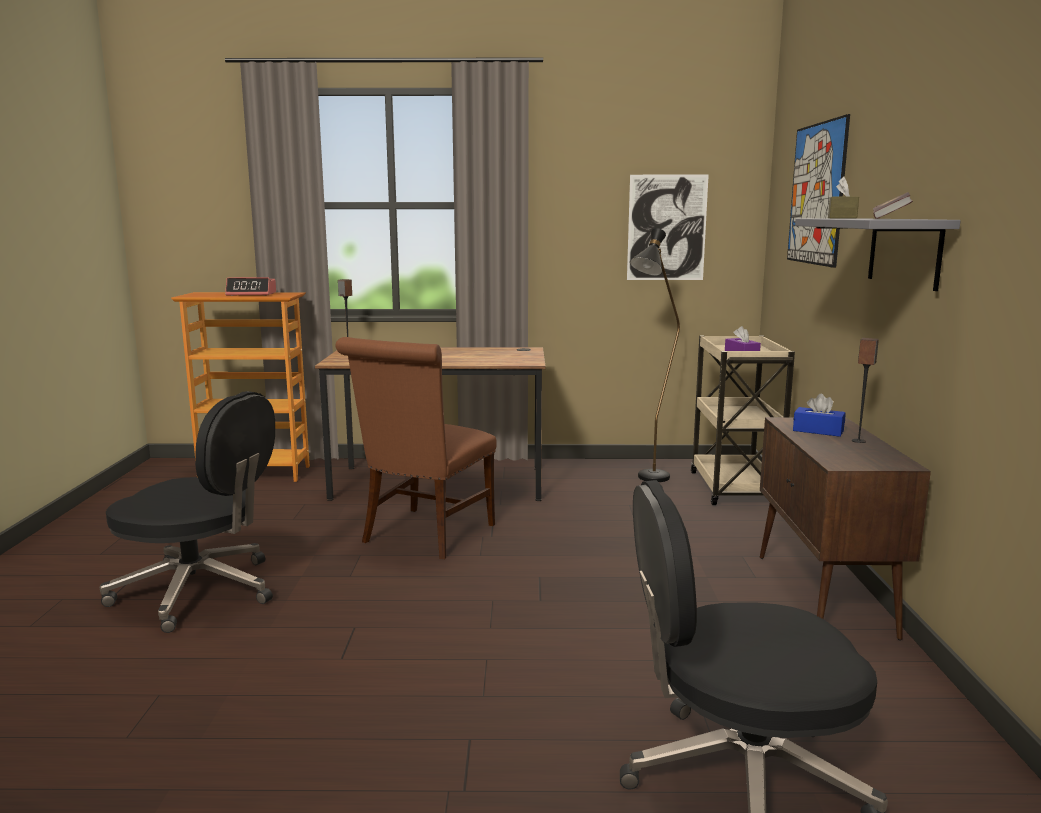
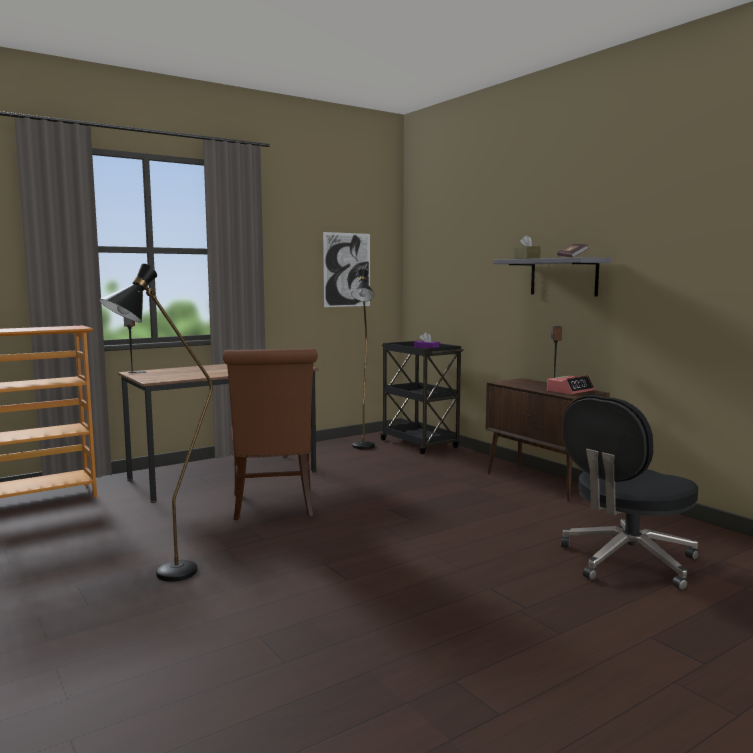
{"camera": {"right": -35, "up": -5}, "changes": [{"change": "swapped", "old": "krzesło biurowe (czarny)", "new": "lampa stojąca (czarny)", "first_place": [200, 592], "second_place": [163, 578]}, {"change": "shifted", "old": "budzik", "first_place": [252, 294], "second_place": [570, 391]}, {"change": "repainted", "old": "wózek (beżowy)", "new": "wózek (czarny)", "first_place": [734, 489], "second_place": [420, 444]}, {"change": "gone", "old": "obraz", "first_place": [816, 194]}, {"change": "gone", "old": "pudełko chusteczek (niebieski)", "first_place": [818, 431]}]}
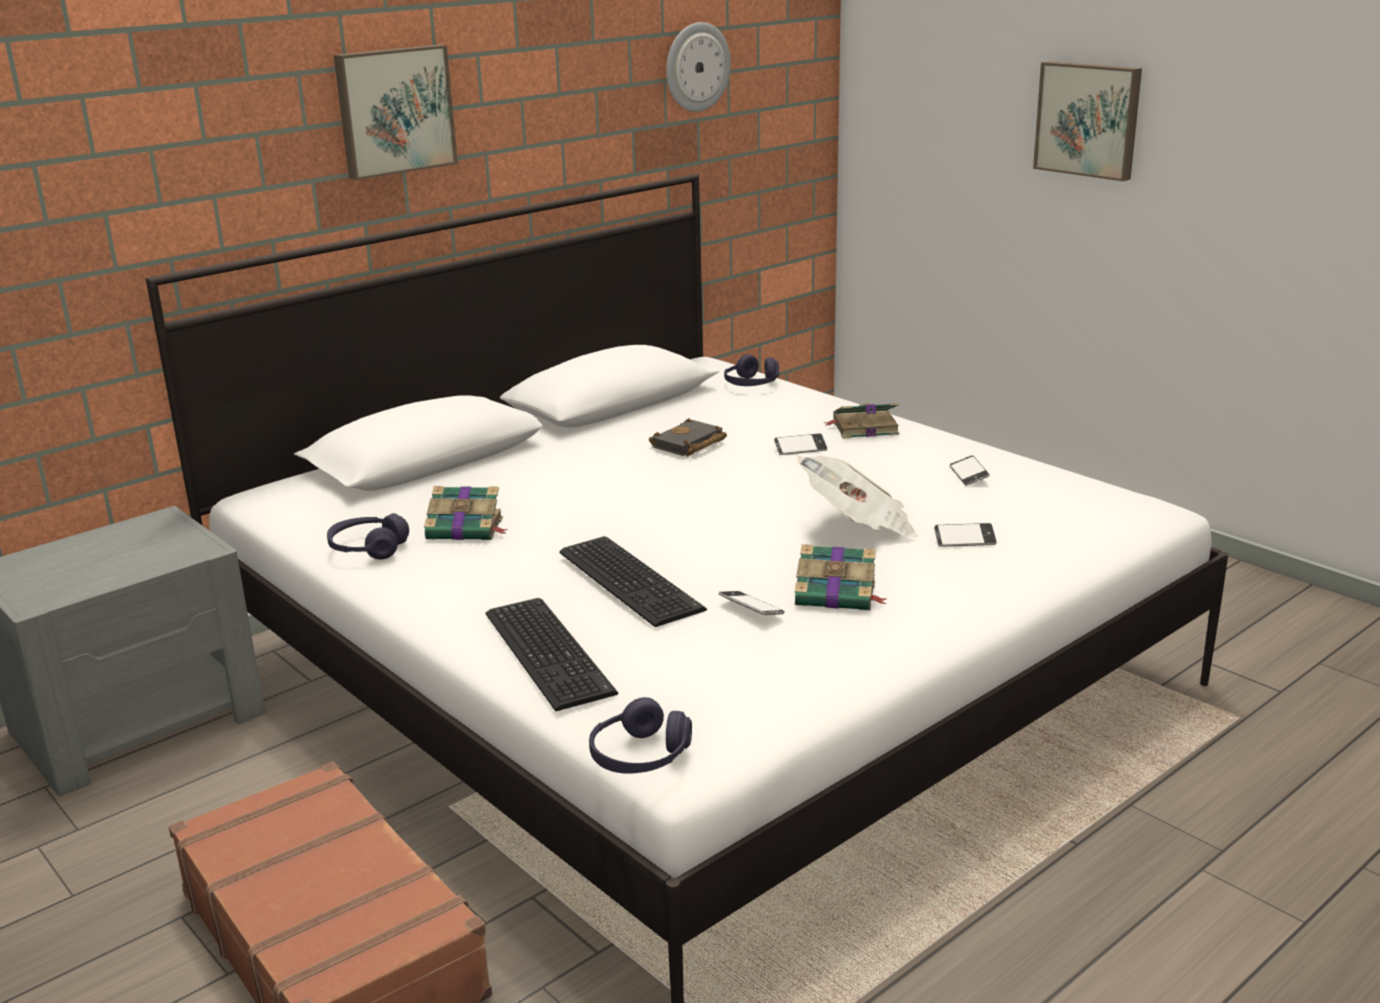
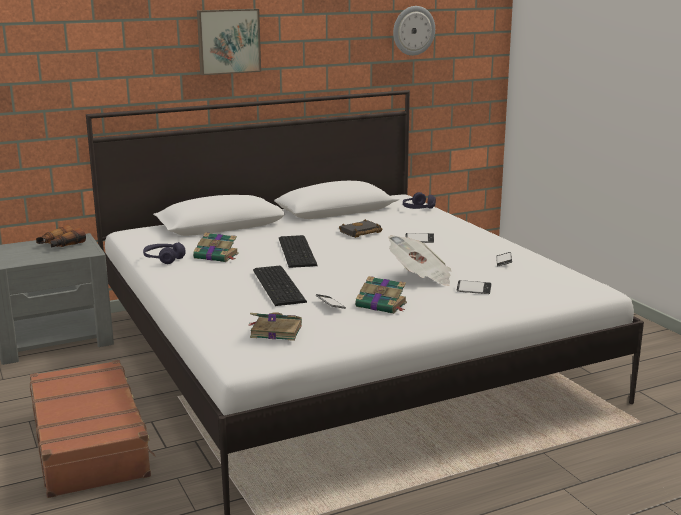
{"camera": {"right": 15, "up": -5}, "changes": [{"change": "shifted", "old": "klawiatura", "first_place": [551, 650], "second_place": [298, 251]}, {"change": "gone", "old": "słuchawki (fioletowy)", "first_place": [640, 756]}, {"change": "shifted", "old": "książka", "first_place": [863, 428], "second_place": [275, 331]}, {"change": "gone", "old": "obraz", "first_place": [1089, 119]}, {"change": "new", "new": "lornetka", "second_place": [60, 245]}]}
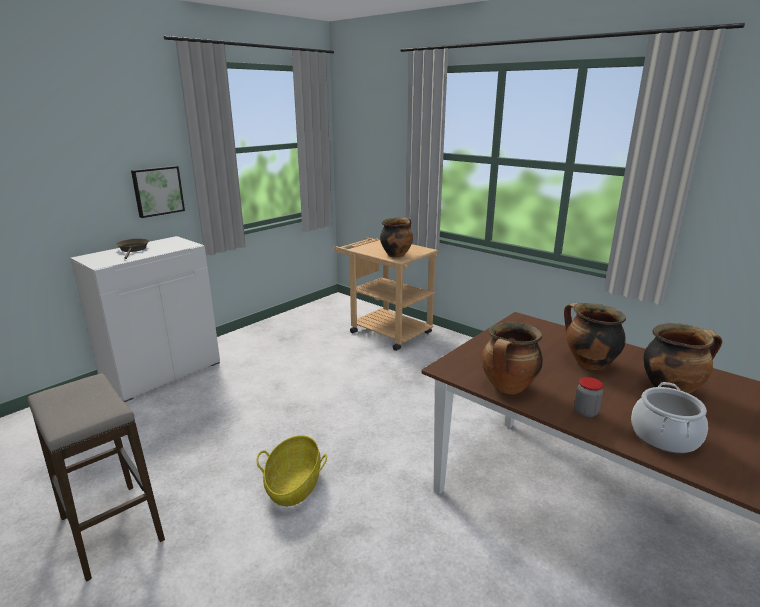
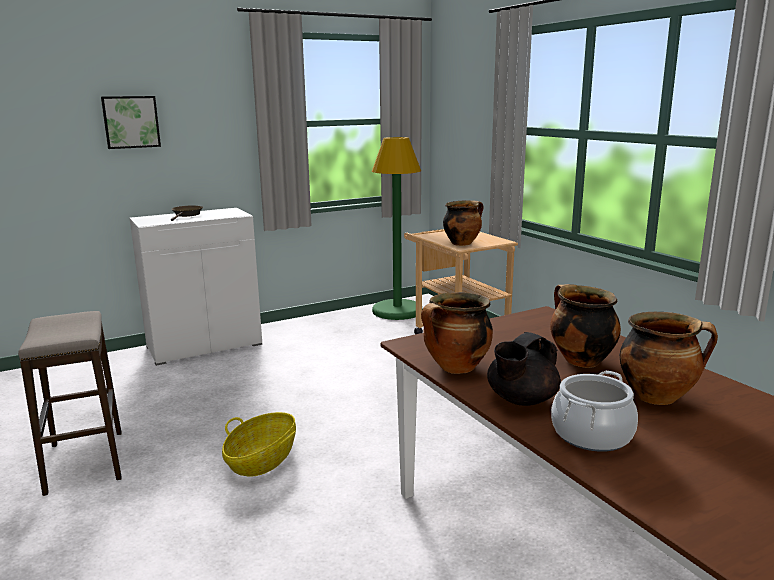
{"camera": {"right": 20, "up": -5}, "changes": [{"change": "shifted", "old": "obraz", "first_place": [157, 191], "second_place": [131, 122]}, {"change": "swapped", "old": "słoik", "new": "imbryk (czarny)", "first_place": [585, 412], "second_place": [521, 400]}, {"change": "new", "new": "lampa stojąca (zielony)", "second_place": [397, 311]}]}
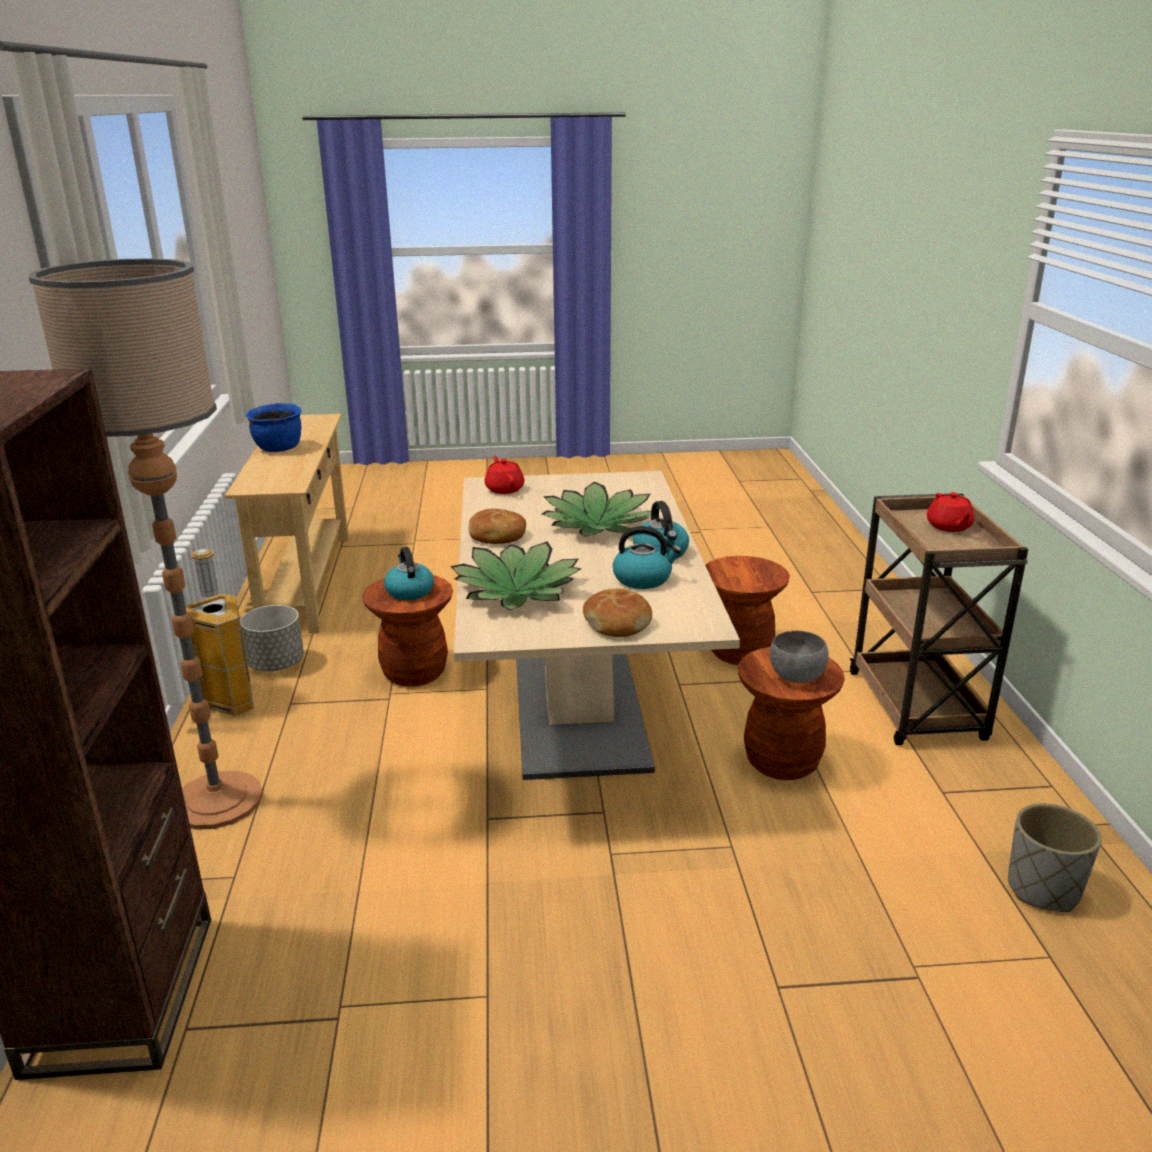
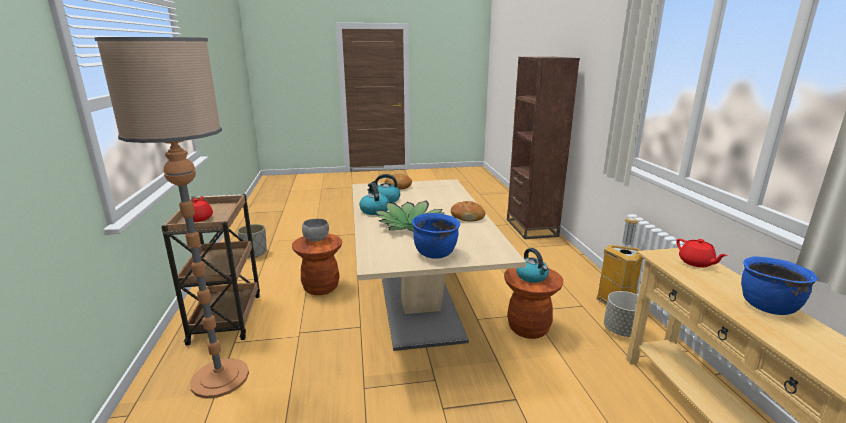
{"camera": {"right": 175, "up": -5}, "changes": [{"change": "shifted", "old": "lampa stojąca", "first_place": [217, 800], "second_place": [220, 378]}, {"change": "gone", "old": "roślina doniczkowa", "first_place": [517, 591]}, {"change": "shifted", "old": "imbryk (czerwony)", "first_place": [504, 489], "second_place": [696, 263]}, {"change": "gone", "old": "stołek (brązowy)", "first_place": [739, 652]}, {"change": "new", "new": "garnek (niebieski)", "second_place": [435, 253]}]}
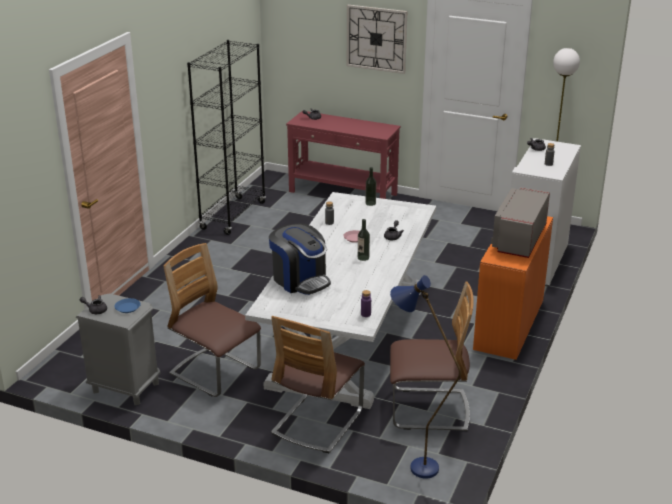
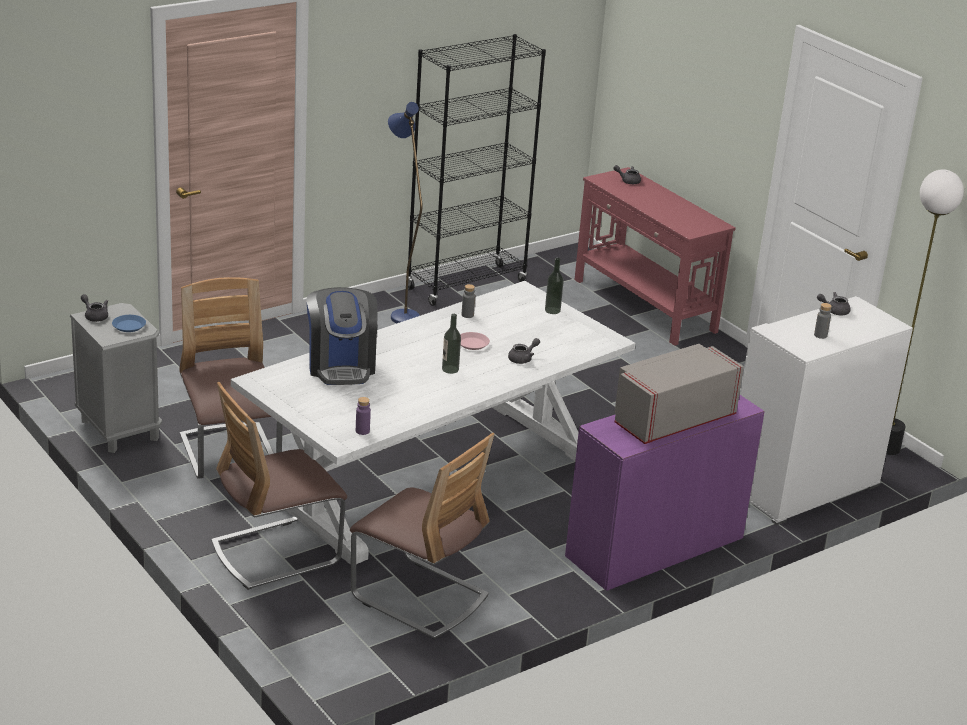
{"camera": {"right": 30, "up": 0}, "changes": [{"change": "gone", "old": "zegar ścienny", "first_place": [376, 38]}, {"change": "shifted", "old": "lampa stojąca (niebieski)", "first_place": [414, 464], "second_place": [400, 313]}, {"change": "repainted", "old": "biurko (pomarańczowy)", "new": "biurko (fioletowy)", "first_place": [508, 324], "second_place": [653, 546]}]}
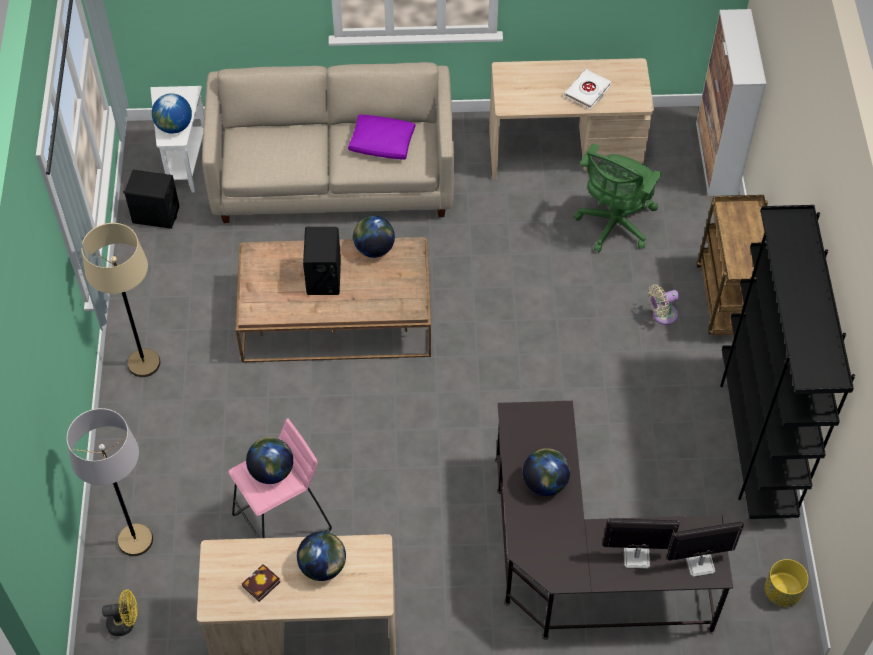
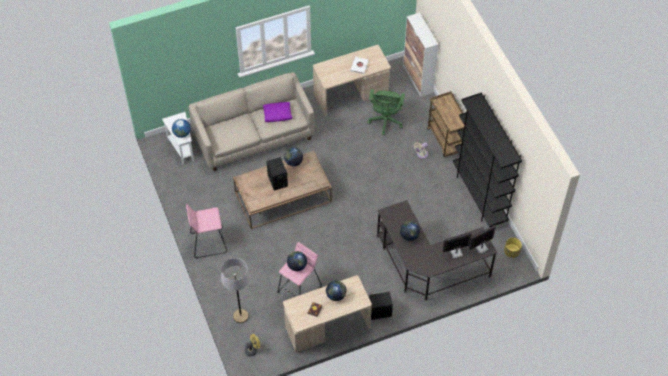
{"camera": {"right": -20, "up": 0}, "changes": [{"change": "swapped", "old": "lampa stojąca (beżowy)", "new": "stołek (różowy)", "first_place": [144, 363], "second_place": [208, 242]}, {"change": "shifted", "old": "głośnik (czarny)", "first_place": [155, 215], "second_place": [379, 312]}]}
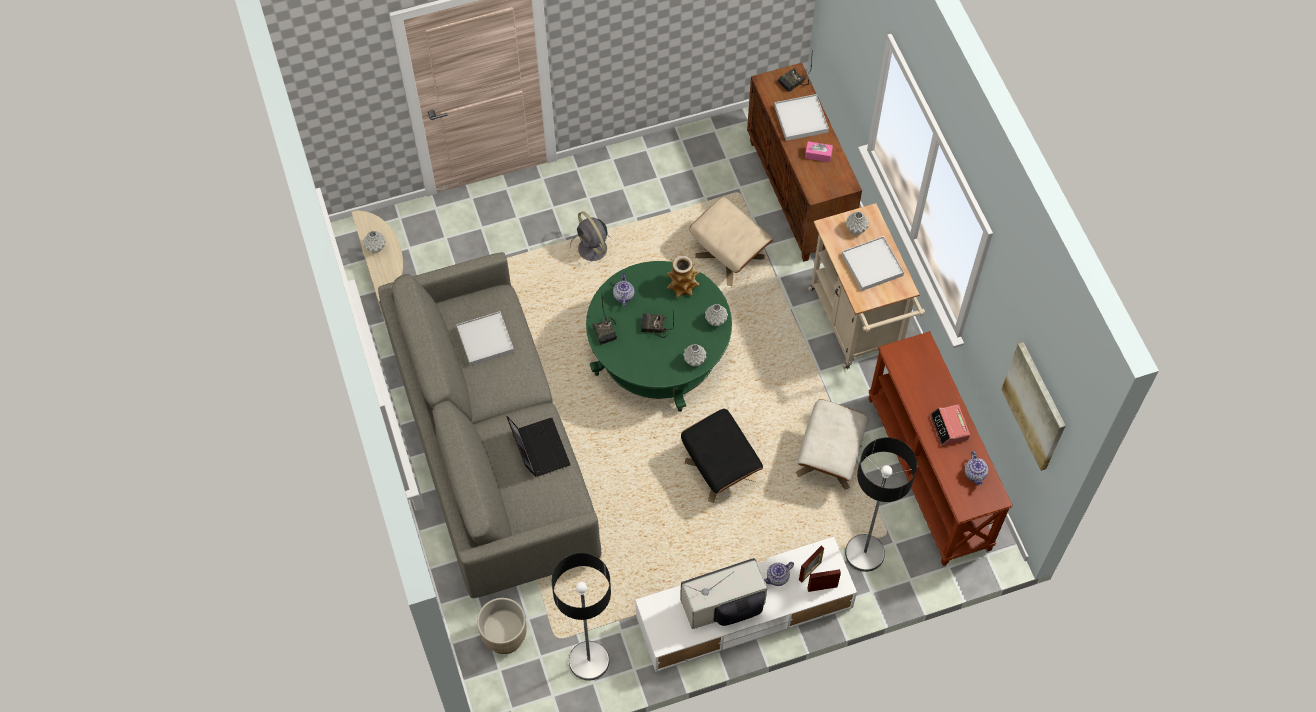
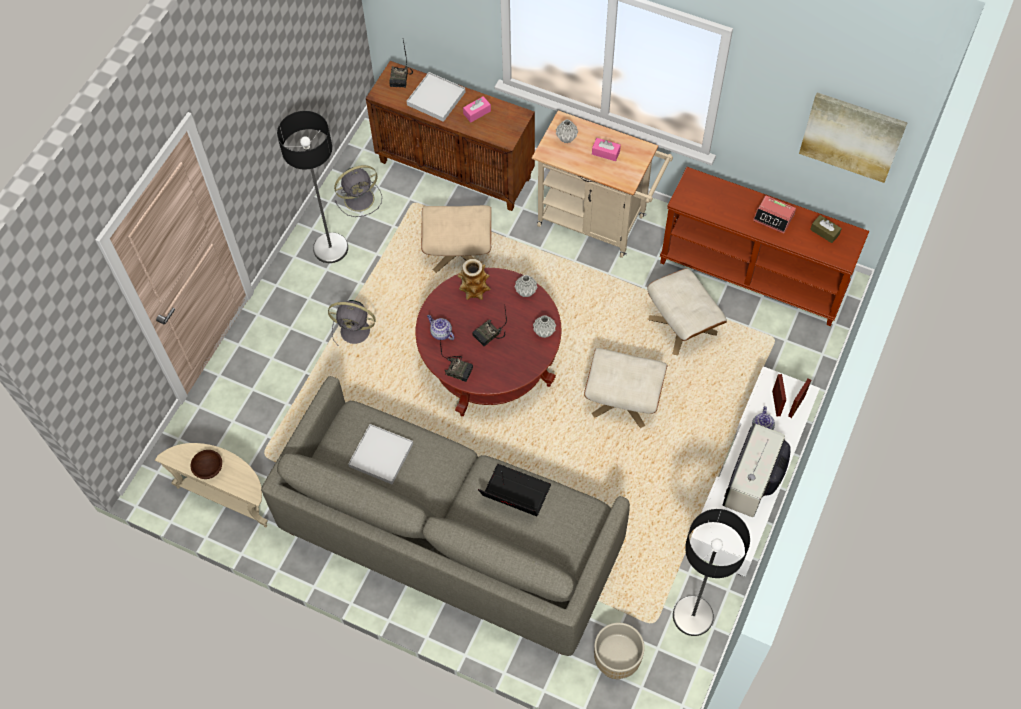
{"camera": {"right": -45, "up": 0}, "changes": [{"change": "swapped", "old": "wazon (szary)", "new": "miska (brązowy)", "first_place": [376, 247], "second_place": [208, 468]}, {"change": "repainted", "old": "ława (zielony)", "new": "ława (czerwony)", "first_place": [658, 355], "second_place": [490, 362]}, {"change": "repainted", "old": "pufa (czarny)", "new": "pufa (beżowy)", "first_place": [721, 470], "second_place": [623, 399]}, {"change": "swapped", "old": "taca (biały)", "new": "pudełko chusteczek (różowy)", "first_place": [872, 265], "second_place": [605, 153]}, {"change": "shifted", "old": "lampa stojąca", "first_place": [864, 552], "second_place": [330, 248]}, {"change": "swapped", "old": "imbryk", "new": "pudełko chusteczek (brązowy)", "first_place": [975, 474], "second_place": [824, 232]}, {"change": "new", "new": "wentylator (szary)", "second_place": [360, 198]}]}
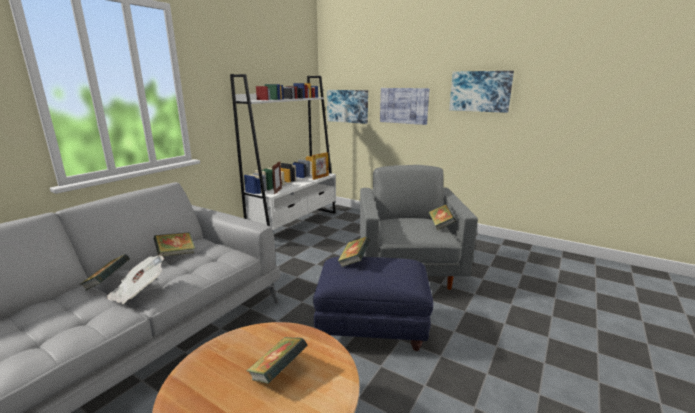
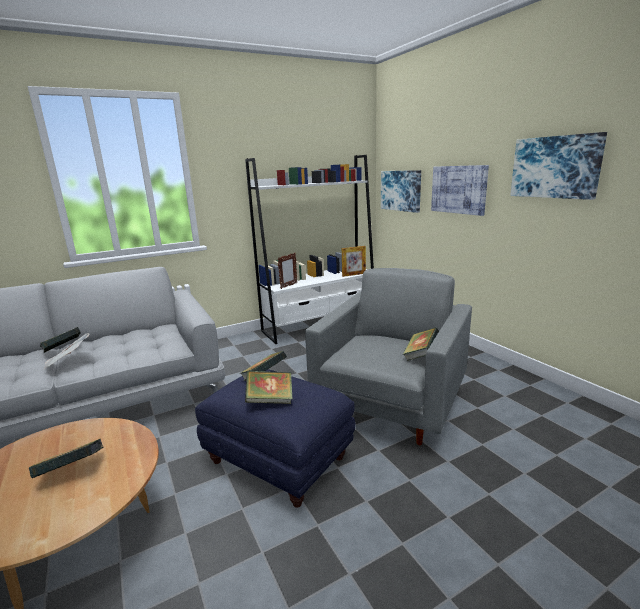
{"camera": {"right": 30, "up": 0}, "changes": [{"change": "shifted", "old": "książka", "first_place": [176, 254], "second_place": [270, 400]}]}
